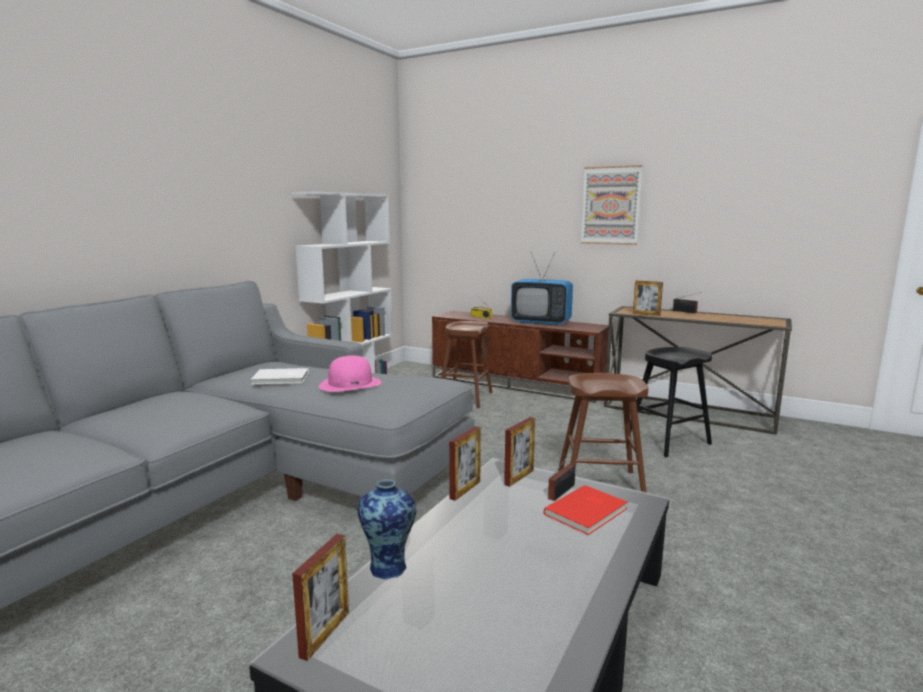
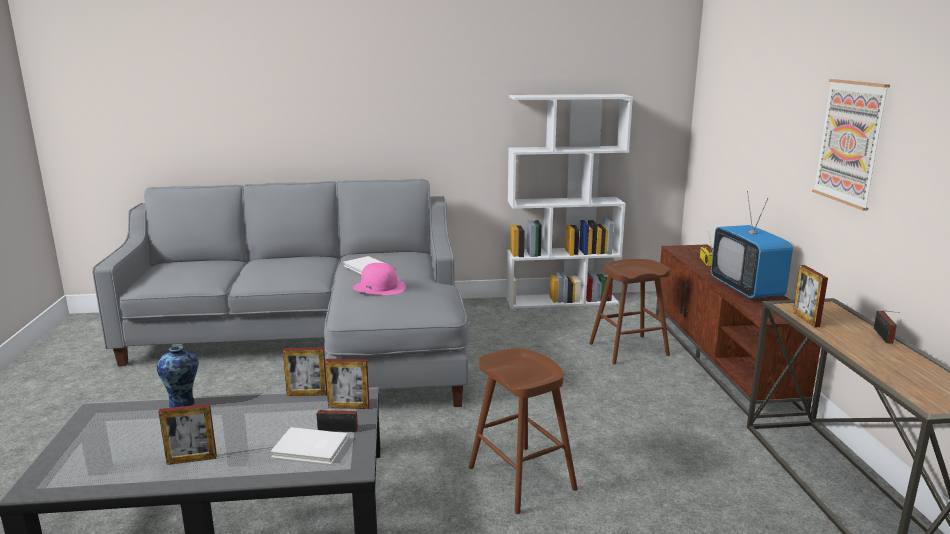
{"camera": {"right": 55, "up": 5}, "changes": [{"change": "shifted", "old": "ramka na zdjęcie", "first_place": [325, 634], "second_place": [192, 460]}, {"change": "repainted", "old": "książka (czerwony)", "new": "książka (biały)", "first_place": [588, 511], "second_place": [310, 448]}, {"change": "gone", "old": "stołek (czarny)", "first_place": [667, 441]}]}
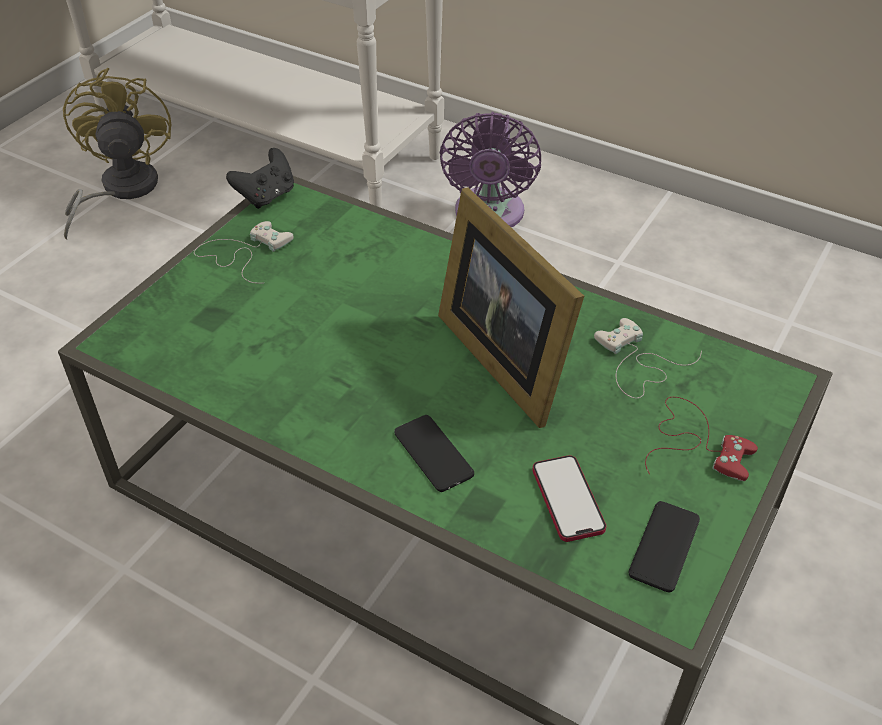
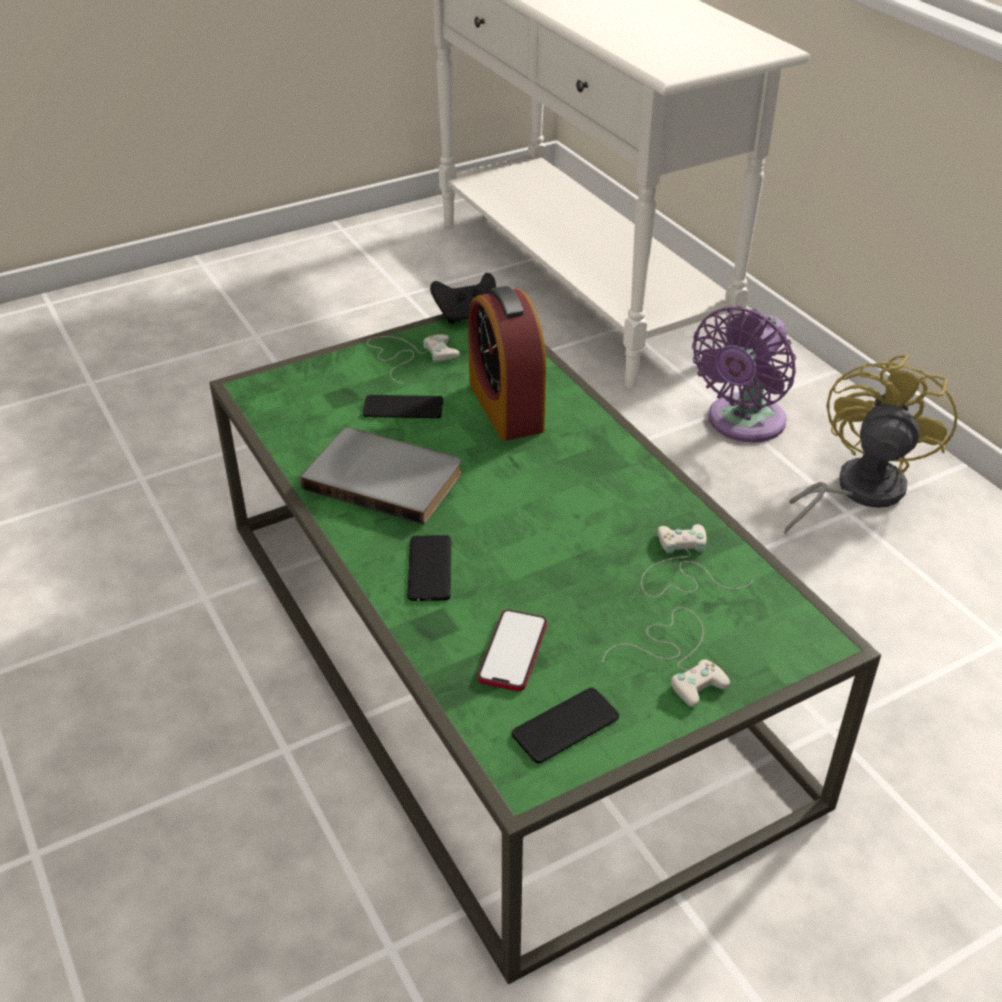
{"camera": {"right": 30, "up": -5}, "changes": [{"change": "shifted", "old": "wentylator (żółty)", "first_place": [120, 190], "second_place": [856, 491]}, {"change": "gone", "old": "ramka na zdjęcie", "first_place": [505, 355]}, {"change": "repainted", "old": "pad do gier (czerwony)", "new": "pad do gier (biały)", "first_place": [696, 442], "second_place": [676, 656]}, {"change": "new", "new": "książka (szary)", "second_place": [386, 477]}, {"change": "new", "new": "telefon", "second_place": [403, 408]}, {"change": "new", "new": "budzik", "second_place": [506, 407]}]}
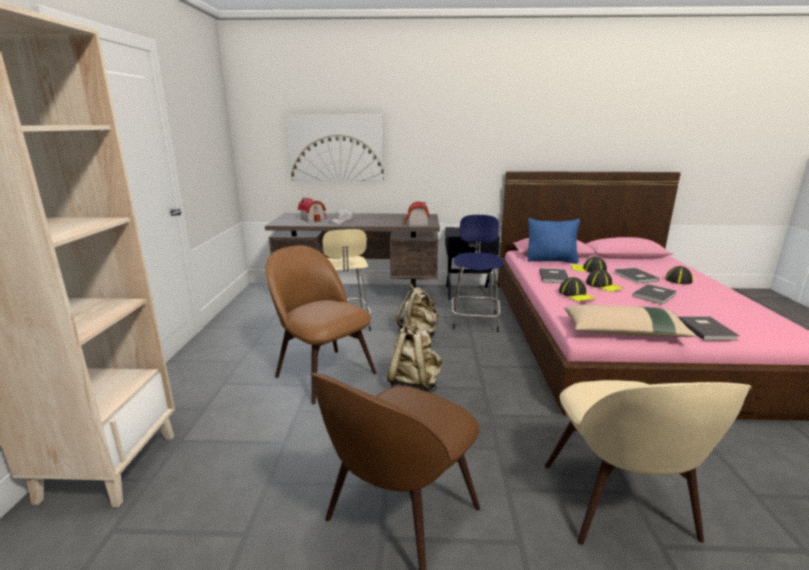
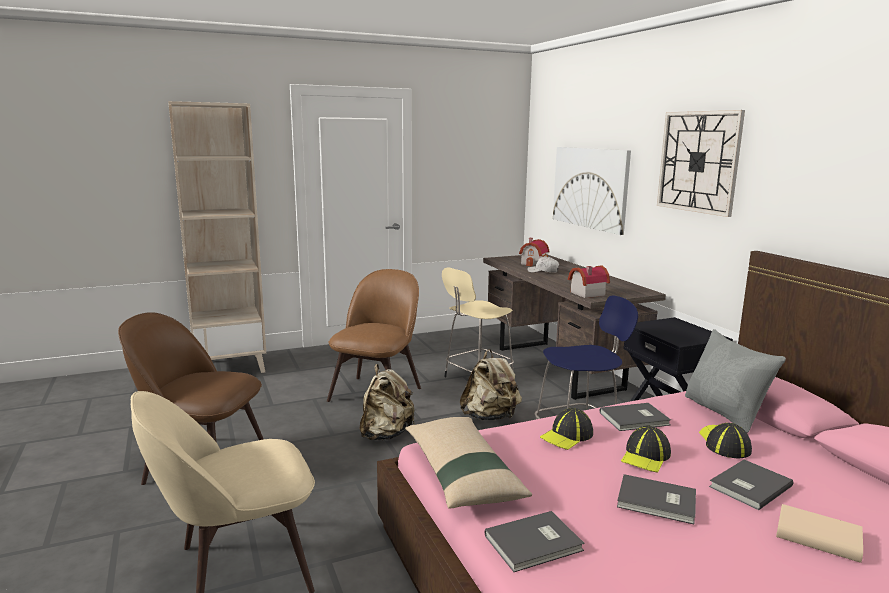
{"camera": {"right": 65, "up": -5}, "changes": [{"change": "repainted", "old": "poduszka (niebieski)", "new": "poduszka (szary)", "first_place": [551, 260], "second_place": [724, 413]}, {"change": "swapped", "old": "czapka z daszkiem", "new": "książka (beżowy)", "first_place": [679, 279], "second_place": [818, 537]}, {"change": "new", "new": "zegar ścienny", "second_place": [698, 162]}]}
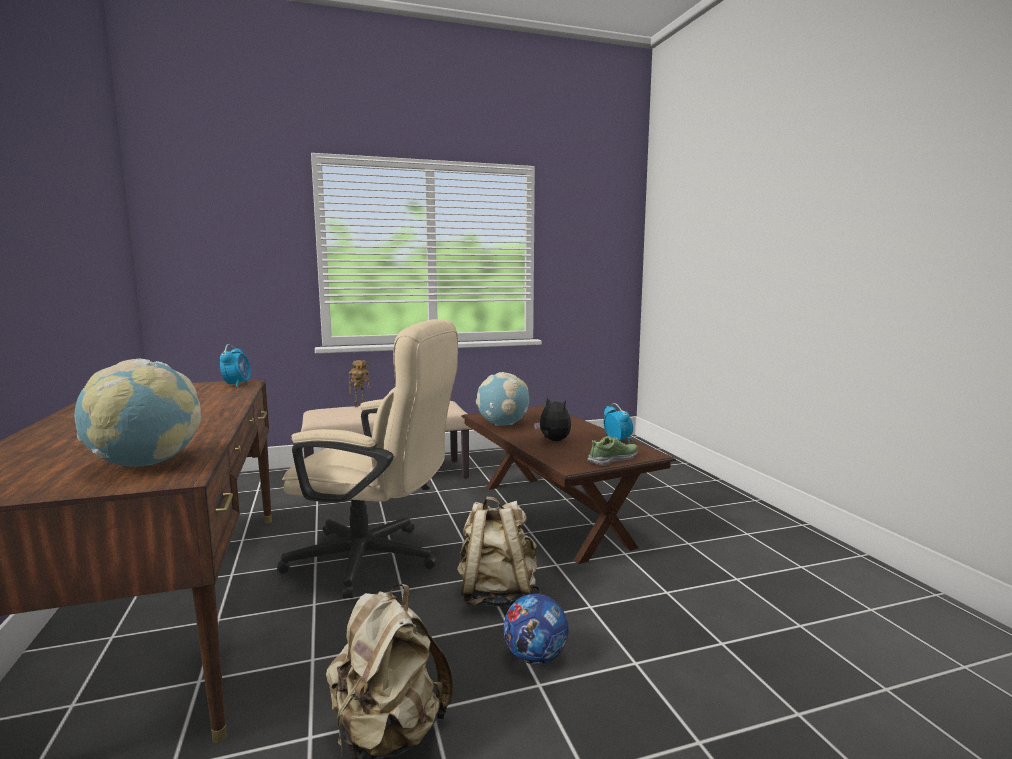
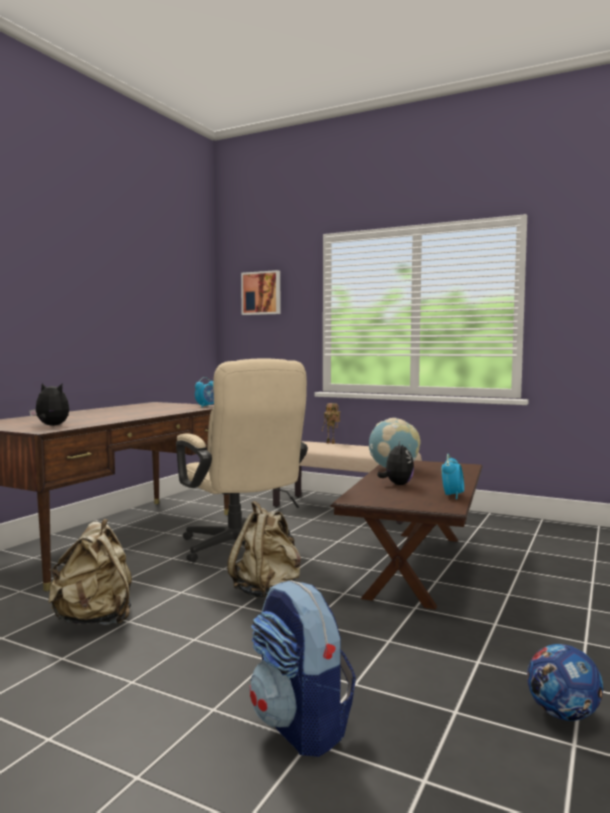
{"camera": {"right": 45, "up": -5}, "changes": [{"change": "swapped", "old": "globus", "new": "pluszak", "first_place": [146, 464], "second_place": [51, 426]}, {"change": "shifted", "old": "piłka futbolowa", "first_place": [535, 657], "second_place": [562, 714]}, {"change": "gone", "old": "but", "first_place": [613, 460]}, {"change": "new", "new": "obraz", "second_place": [262, 293]}, {"change": "new", "new": "plecak", "second_place": [301, 725]}]}
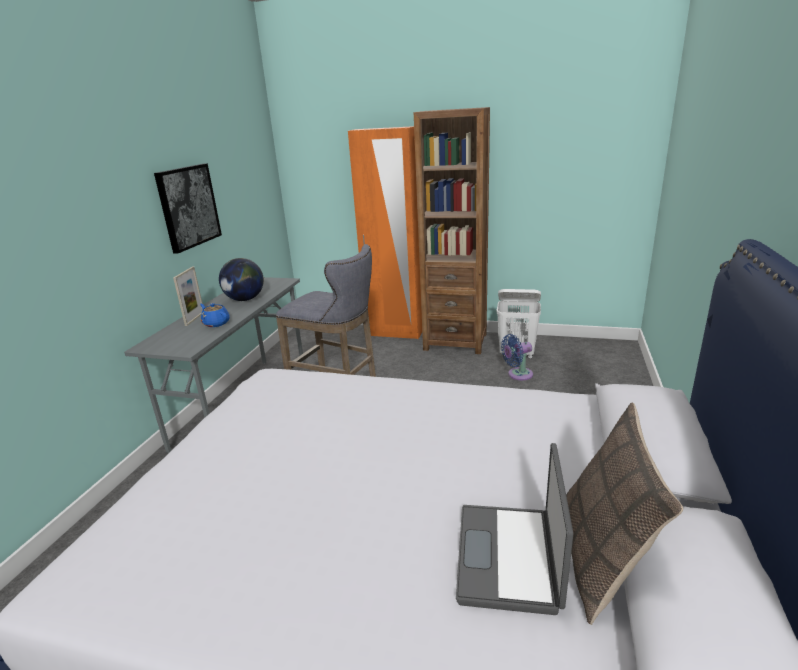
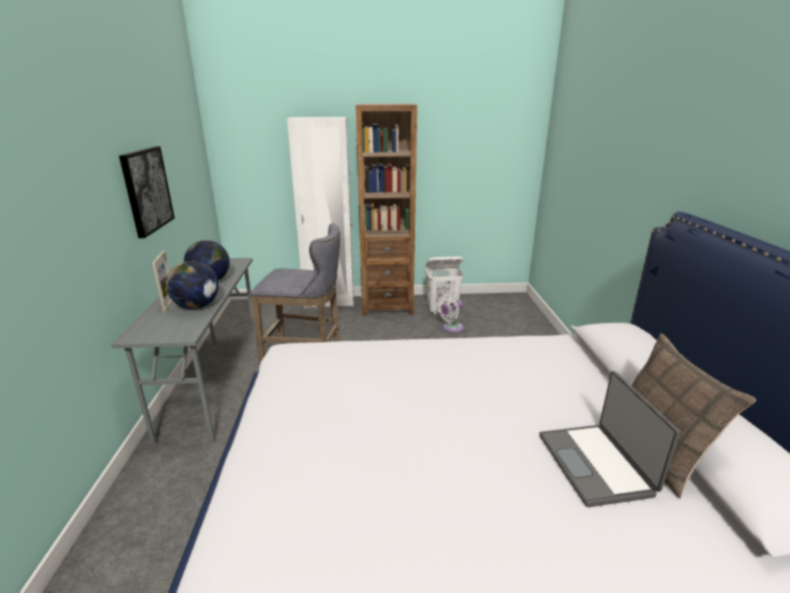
{"camera": {"right": -20, "up": 0}, "changes": [{"change": "swapped", "old": "imbryk (niebieski)", "new": "globus", "first_place": [216, 323], "second_place": [197, 306]}, {"change": "repainted", "old": "szafa (pomarańczowy)", "new": "szafa (biały)", "first_place": [394, 333], "second_place": [329, 302]}, {"change": "repainted", "old": "wentylator (niebieski)", "new": "wentylator (biały)", "first_place": [517, 375], "second_place": [451, 328]}]}
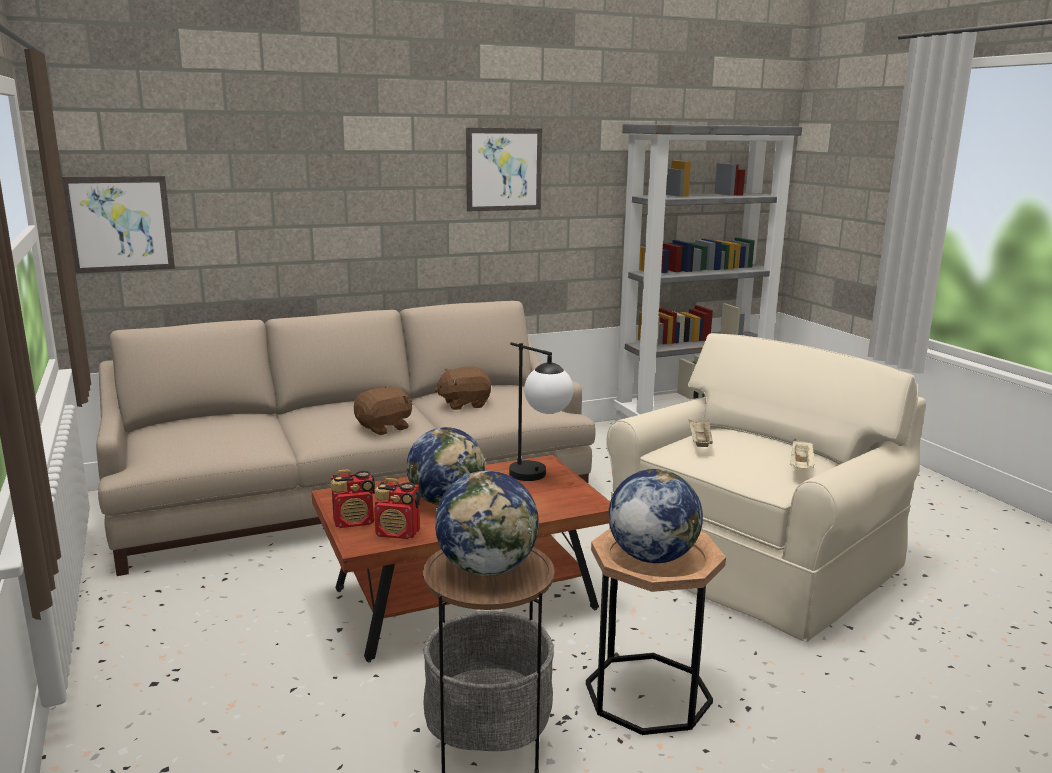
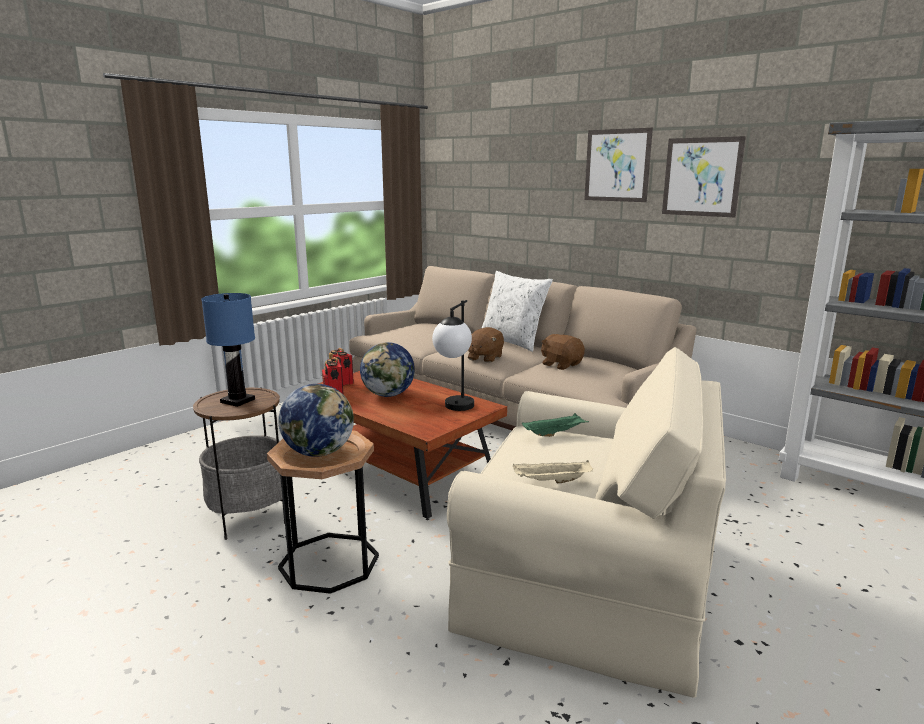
{"camera": {"right": 65, "up": 0}, "changes": [{"change": "shifted", "old": "obraz", "first_place": [119, 224], "second_place": [617, 165]}, {"change": "rotated", "old": "pluszak (brązowy)", "first_place": [384, 428], "second_place": [484, 358], "degrees": 90}, {"change": "swapped", "old": "globus", "new": "lampa stołowa (niebieski)", "first_place": [487, 569], "second_place": [237, 401]}, {"change": "repainted", "old": "taca (beżowy)", "new": "taca (zielony)", "first_place": [699, 442], "second_place": [554, 433]}, {"change": "new", "new": "poduszka (biały)", "second_place": [512, 342]}]}
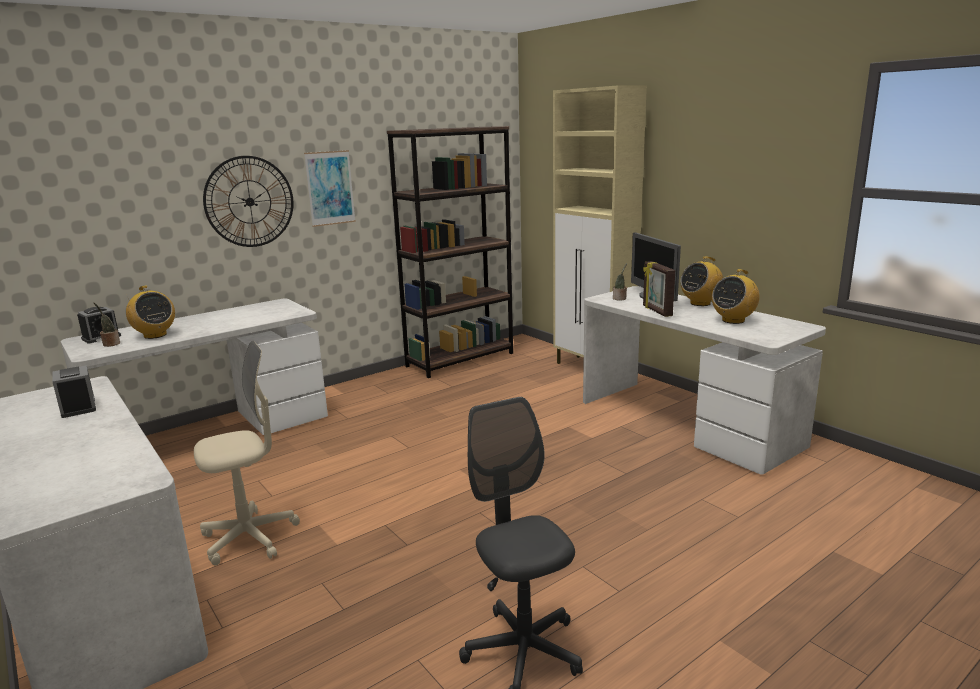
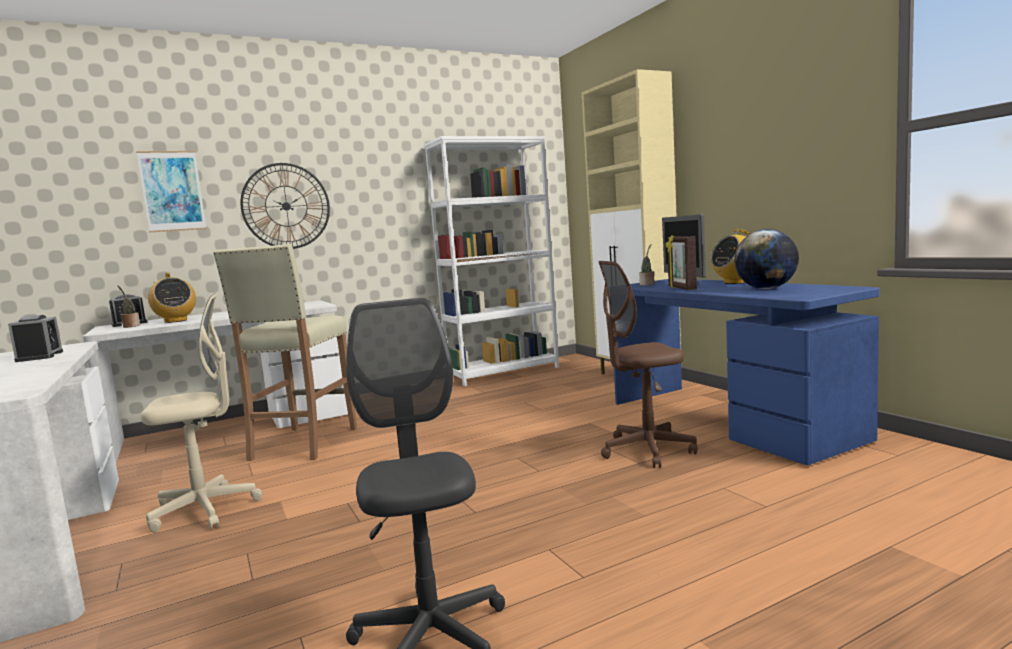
{"camera": {"right": 10, "up": -10}, "changes": [{"change": "shifted", "old": "obraz", "first_place": [330, 188], "second_place": [172, 191]}, {"change": "repainted", "old": "regał (brązowy)", "new": "regał (biały)", "first_place": [460, 359], "second_place": [503, 372]}, {"change": "repainted", "old": "biurko (biały)", "new": "biurko (niebieski)", "first_place": [687, 422], "second_place": [728, 419]}, {"change": "swapped", "old": "radio", "new": "globus", "first_place": [733, 320], "second_place": [766, 288]}, {"change": "new", "new": "stołek (beżowy)", "second_place": [303, 444]}, {"change": "new", "new": "krzesło biurowe (brązowy)", "second_place": [647, 450]}]}
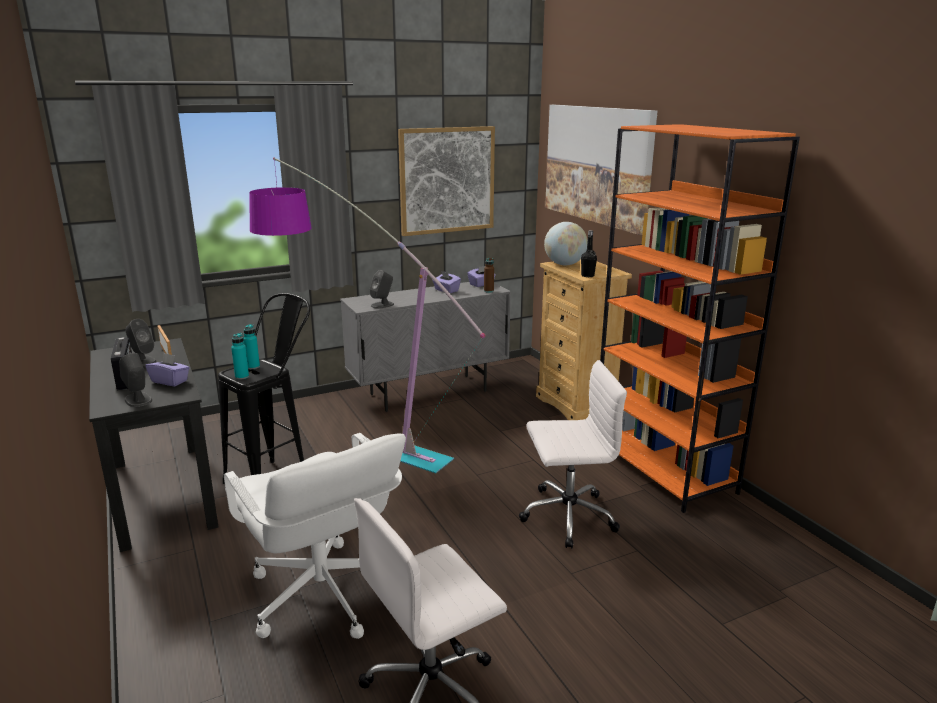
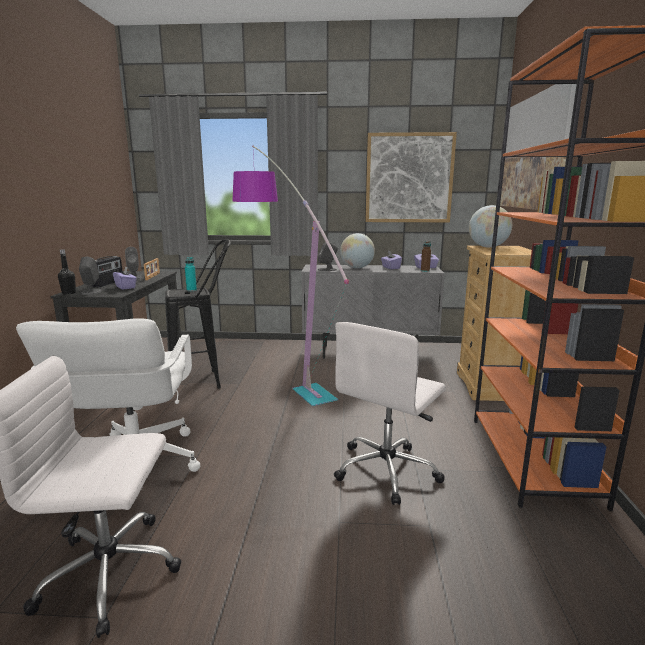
{"camera": {"right": 30, "up": -5}, "changes": [{"change": "gone", "old": "butelka (turkusowy)", "first_place": [242, 377]}, {"change": "rotated", "old": "krzesło biurowe (biały)", "first_place": [566, 516], "second_place": [387, 470], "degrees": 105}, {"change": "shifted", "old": "butelka (czarny)", "first_place": [587, 275], "second_place": [69, 293]}, {"change": "new", "new": "globus", "second_place": [357, 268]}]}
